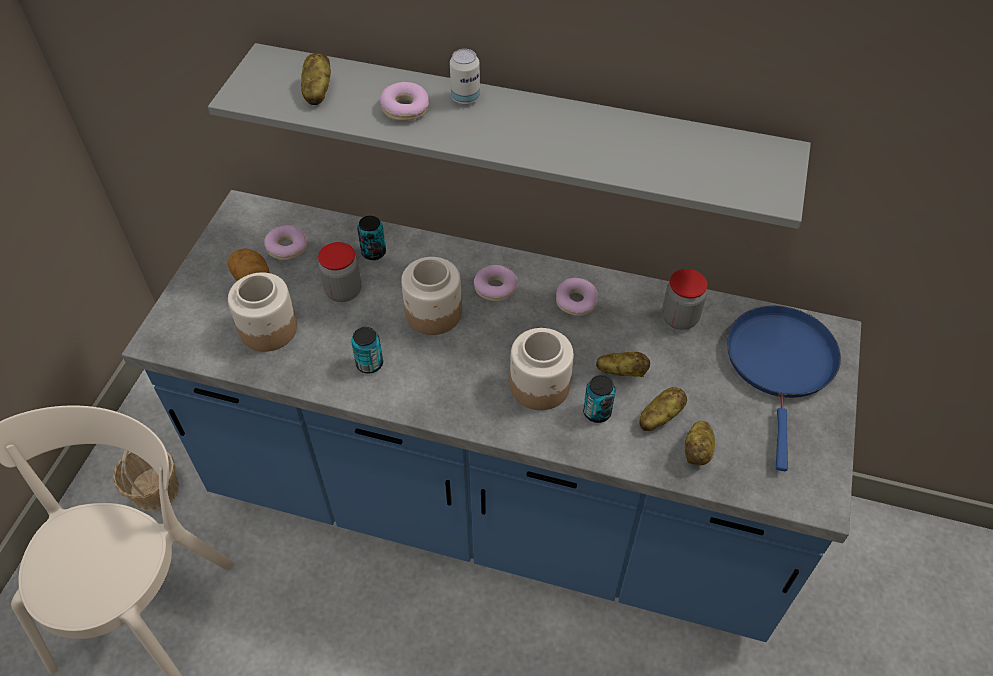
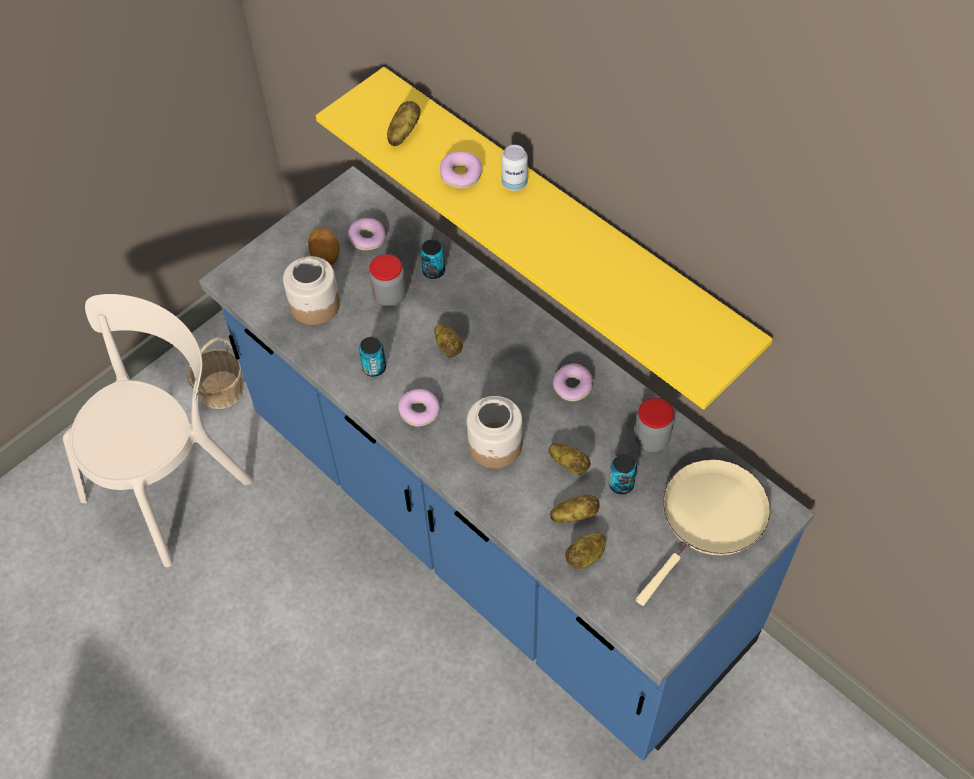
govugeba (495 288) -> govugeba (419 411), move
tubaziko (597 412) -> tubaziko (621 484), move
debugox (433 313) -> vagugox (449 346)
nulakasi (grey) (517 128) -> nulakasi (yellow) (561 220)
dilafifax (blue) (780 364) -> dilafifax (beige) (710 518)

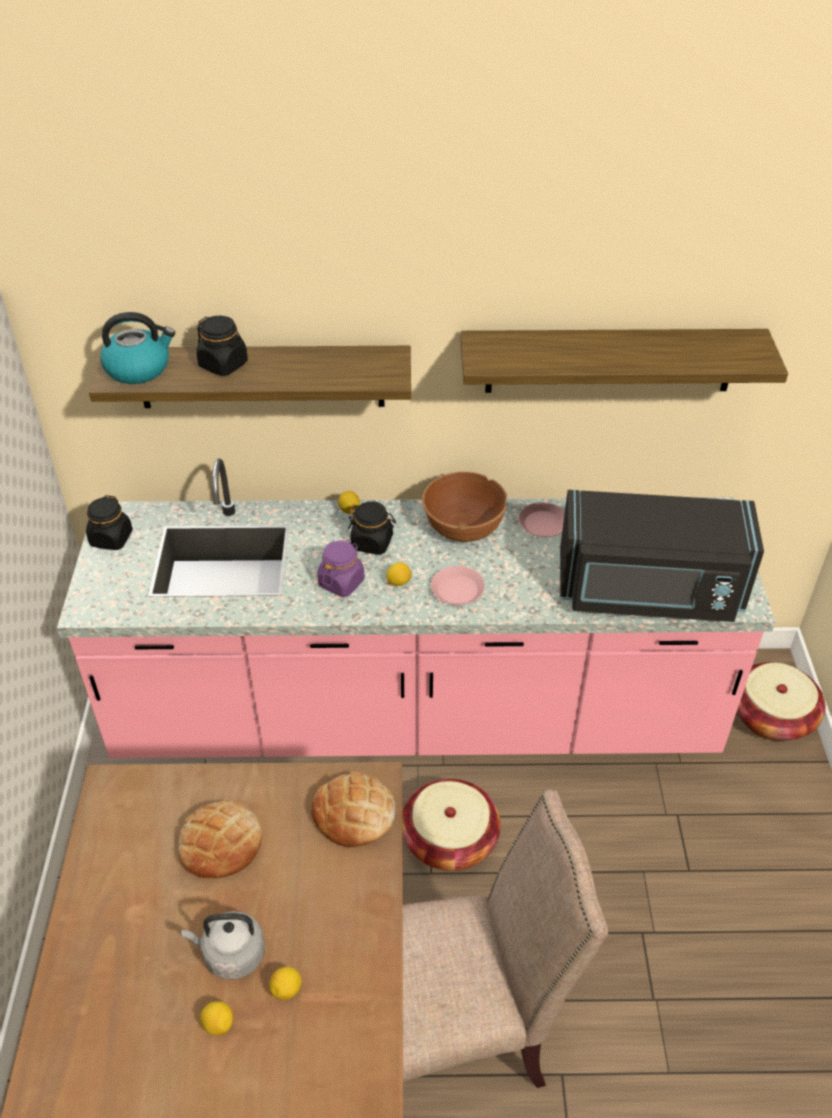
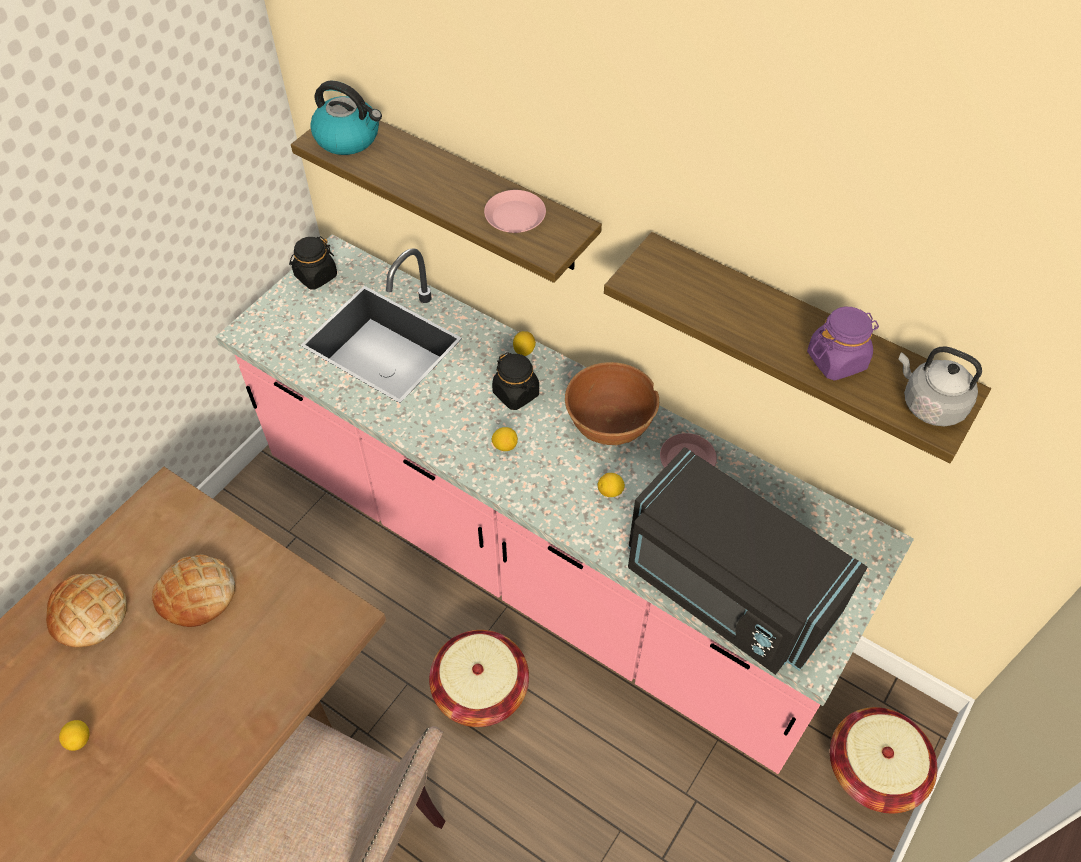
debugox (black) (223 365) -> none
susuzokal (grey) (231 954) -> susuzokal (grey) (929 404), move
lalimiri (286 989) -> lalimiri (610 492), move
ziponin (354 814) -> ziponin (88 613), move
debugox (purple) (341 582) -> debugox (purple) (836 360), move
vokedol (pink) (457 589) -> vokedol (pink) (515 216), move

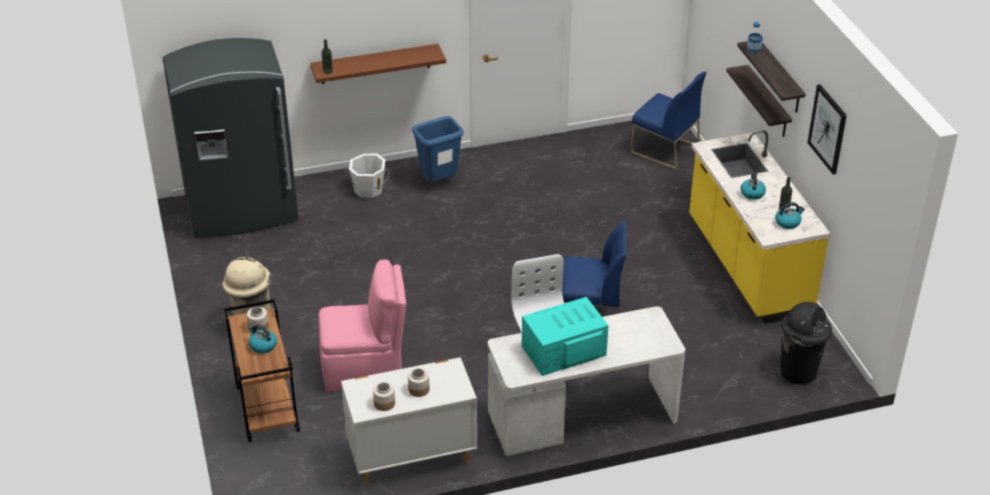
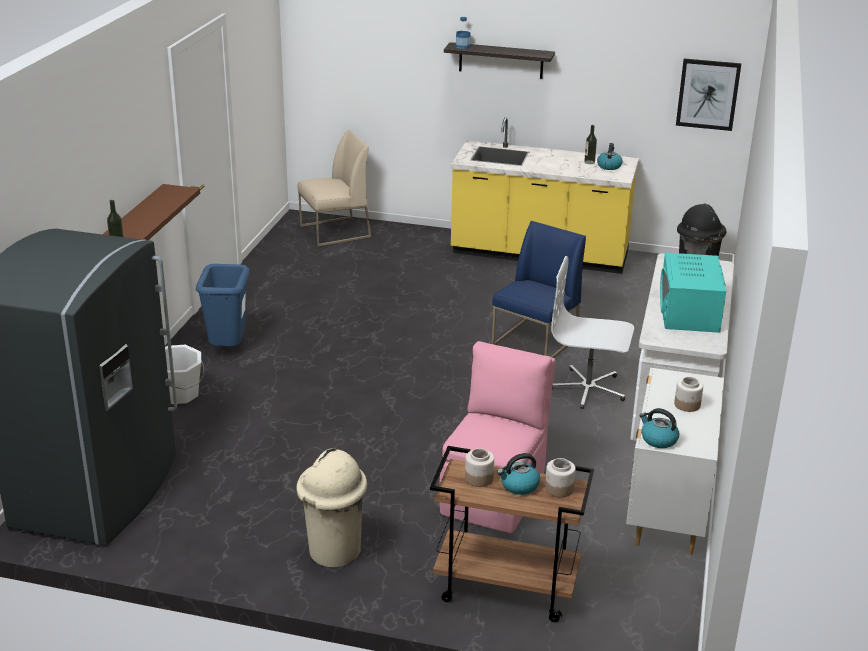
nulakasi (768 102) -> none
debugox (384 403) -> debugox (559 489), move
susuzokal (752 193) -> susuzokal (658 439), move
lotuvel (828 129) -> lotuvel (708 94), move
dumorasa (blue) (664 150) -> dumorasa (beige) (334 232)

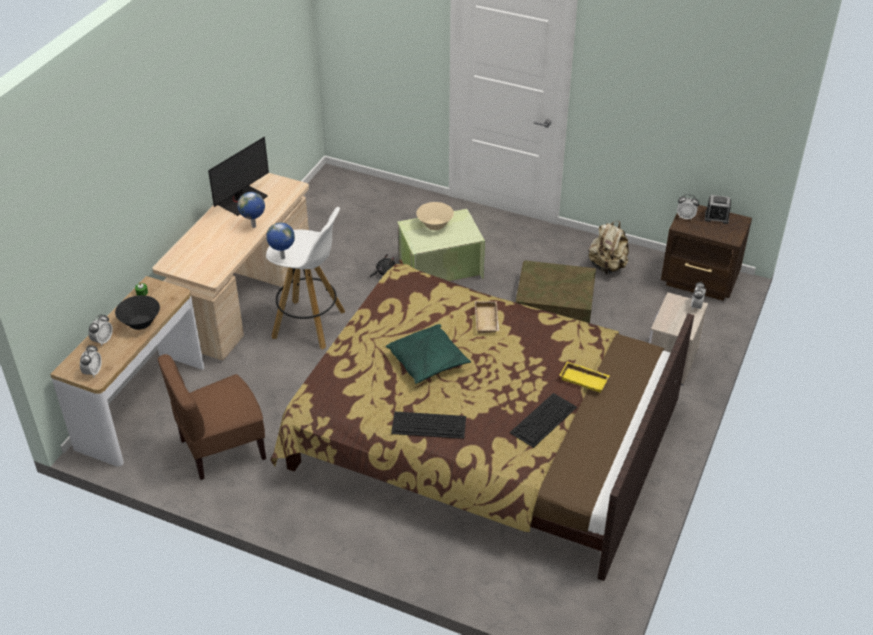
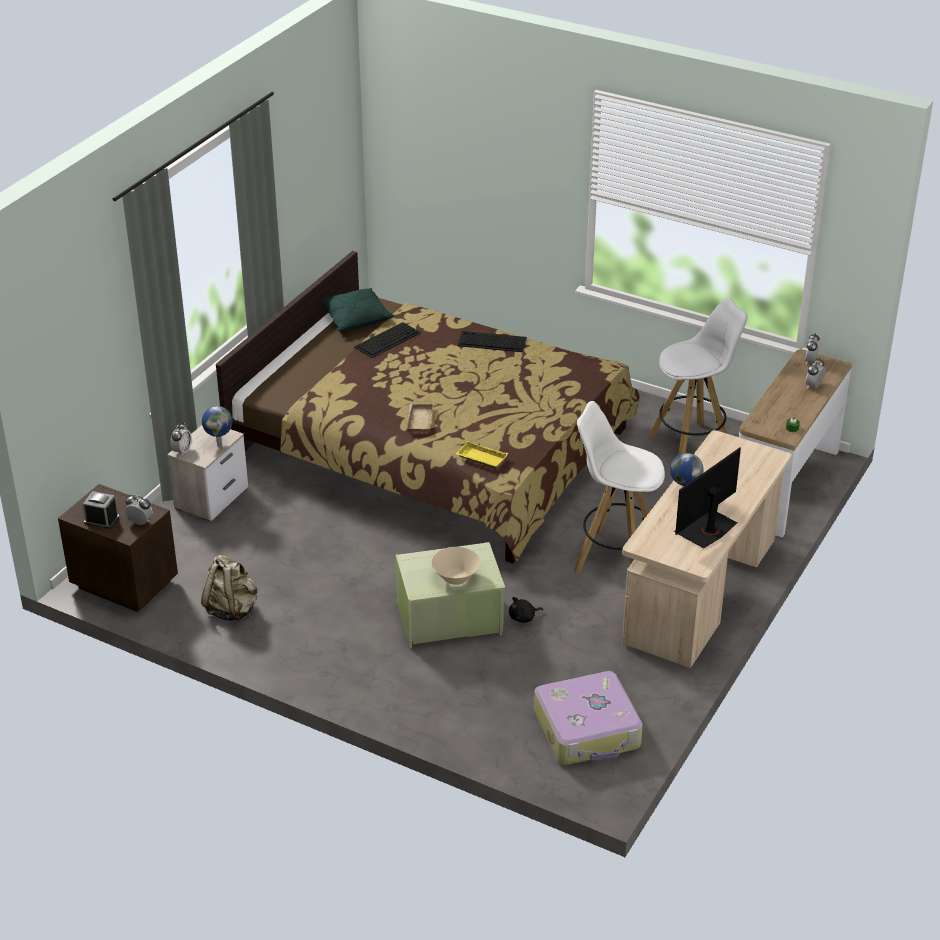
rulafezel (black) (140 323) -> none
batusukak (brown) (555 299) -> none
none -> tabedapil (588 730)
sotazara (282 258) -> sotazara (219 445), move
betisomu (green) (428 362) -> betisomu (green) (355 318), move
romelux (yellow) (585 379) -> romelux (yellow) (480 459), move
dumorasa (brown) (222 449) -> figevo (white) (691 446)

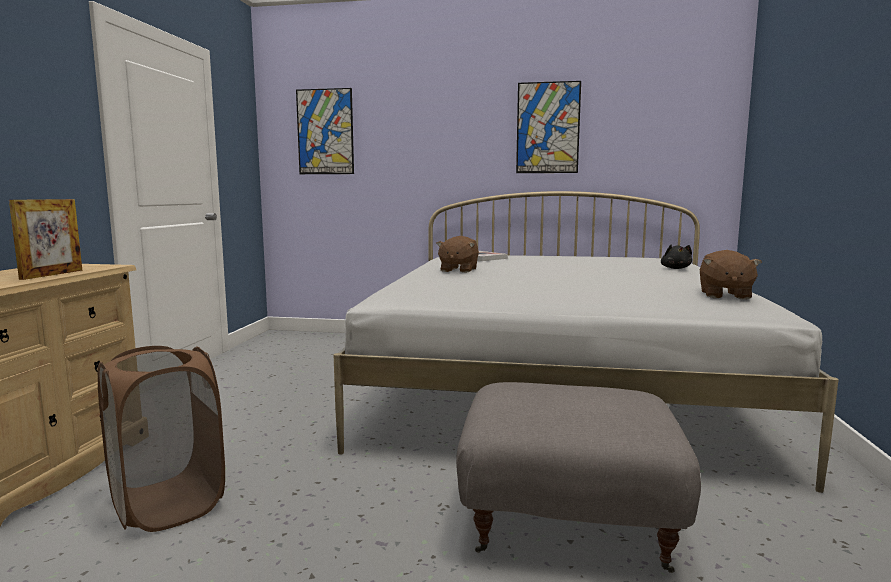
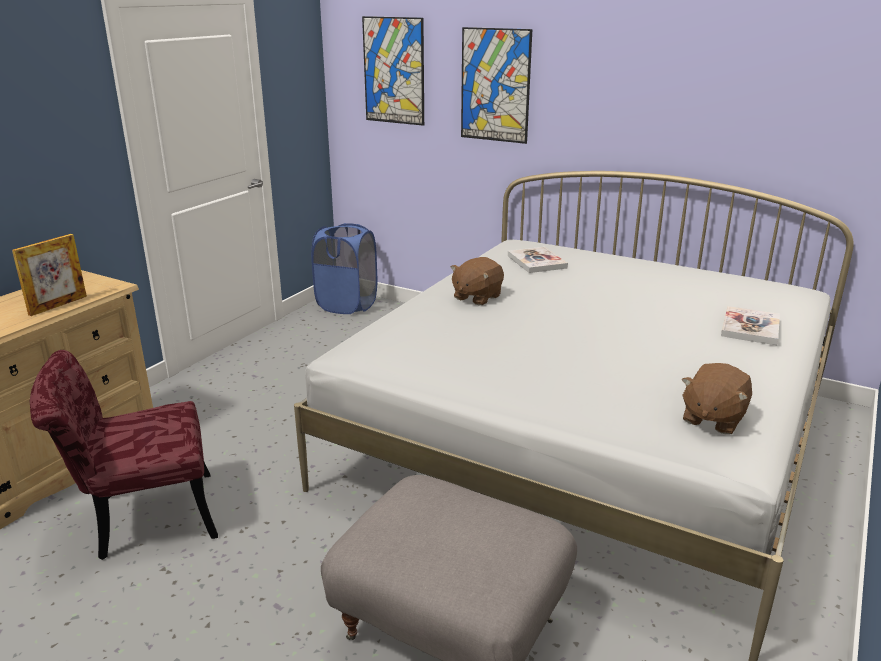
none -> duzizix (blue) (347 305)
lotuvel (548 128) -> lotuvel (495 85), move
duzizix (brown) (167 504) -> dumorasa (red) (142 519)
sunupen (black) (675 268) -> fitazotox (750 328)

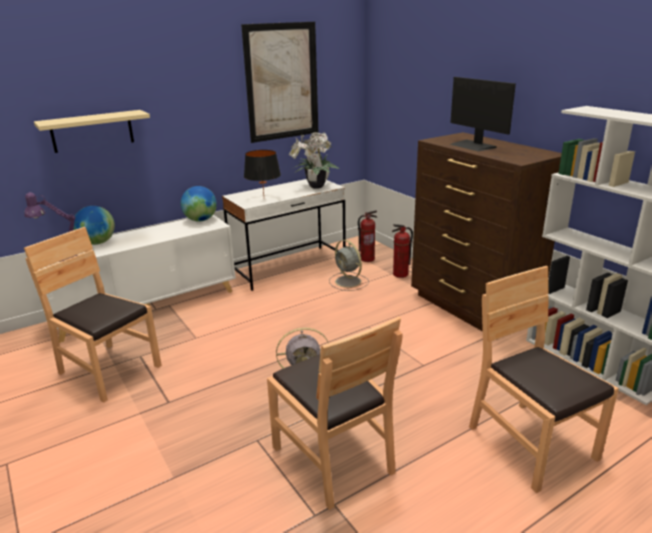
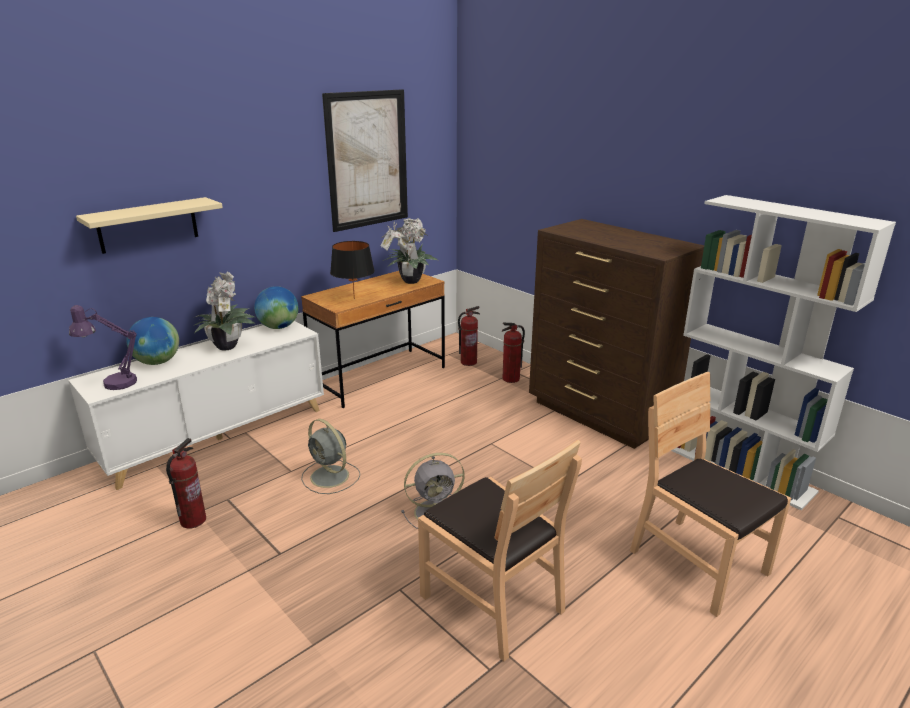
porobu (473 146) -> none
none -> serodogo (228 346)
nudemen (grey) (349 282) -> nudemen (grey) (331 477), move
dumorasa (brown) (109 370) -> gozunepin (193 520)
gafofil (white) (289 267) -> gafofil (brown) (379 377)

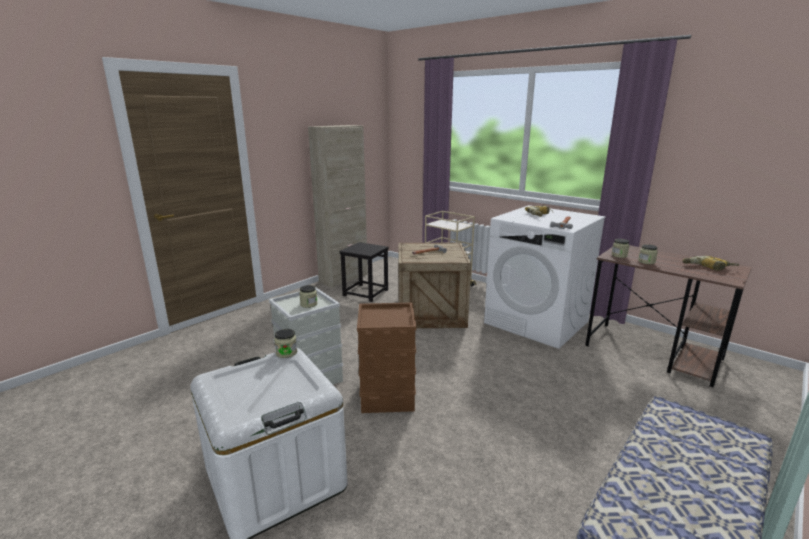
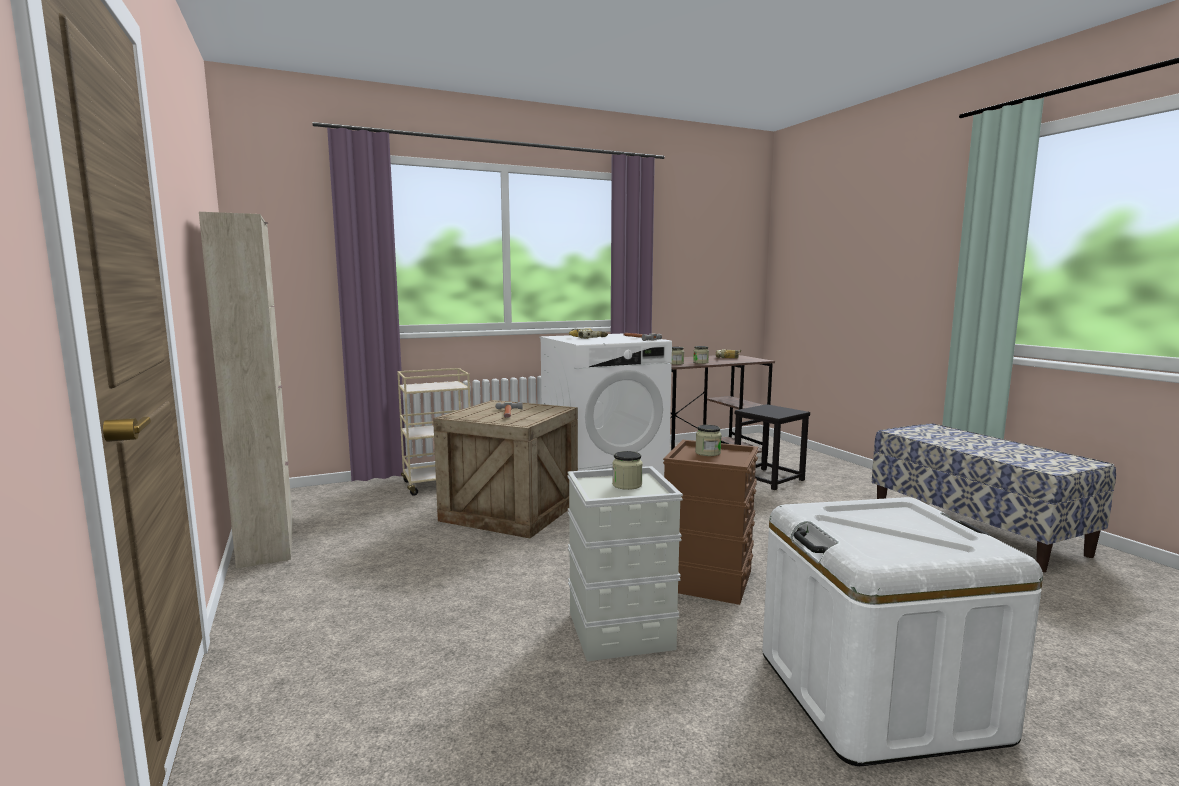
debugox (286 353) -> debugox (708 453), move
figevo (black) (365 293) -> figevo (black) (769 479), move

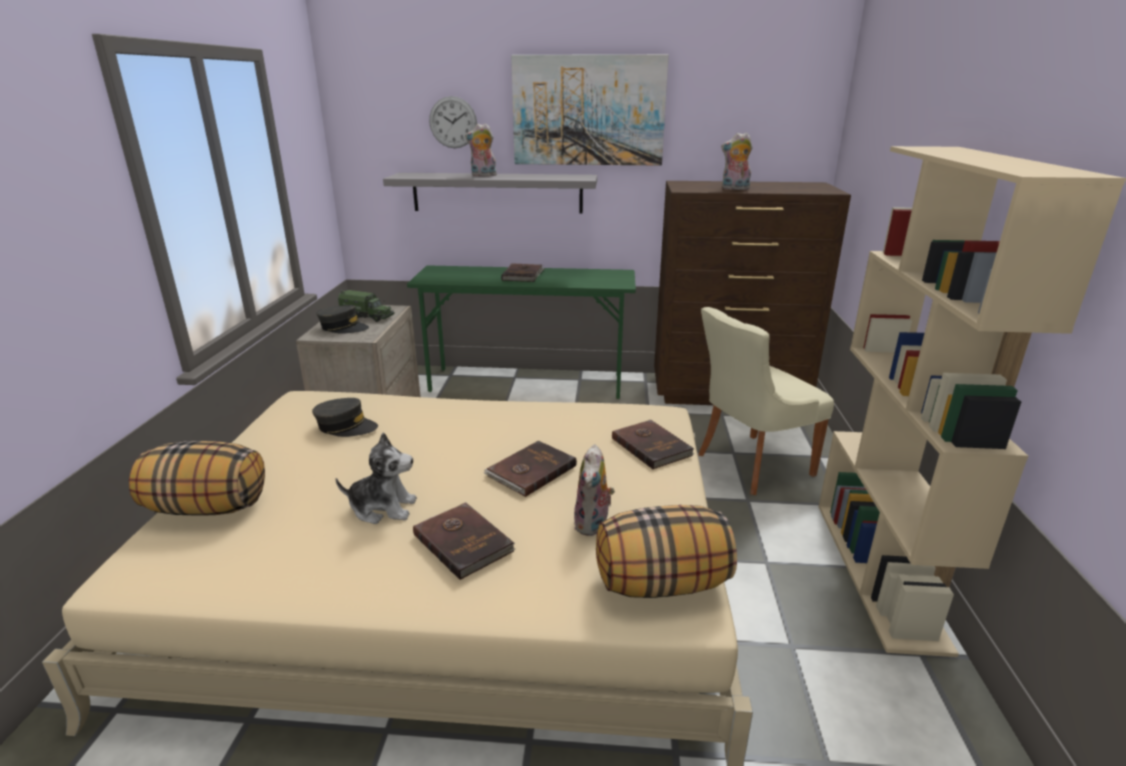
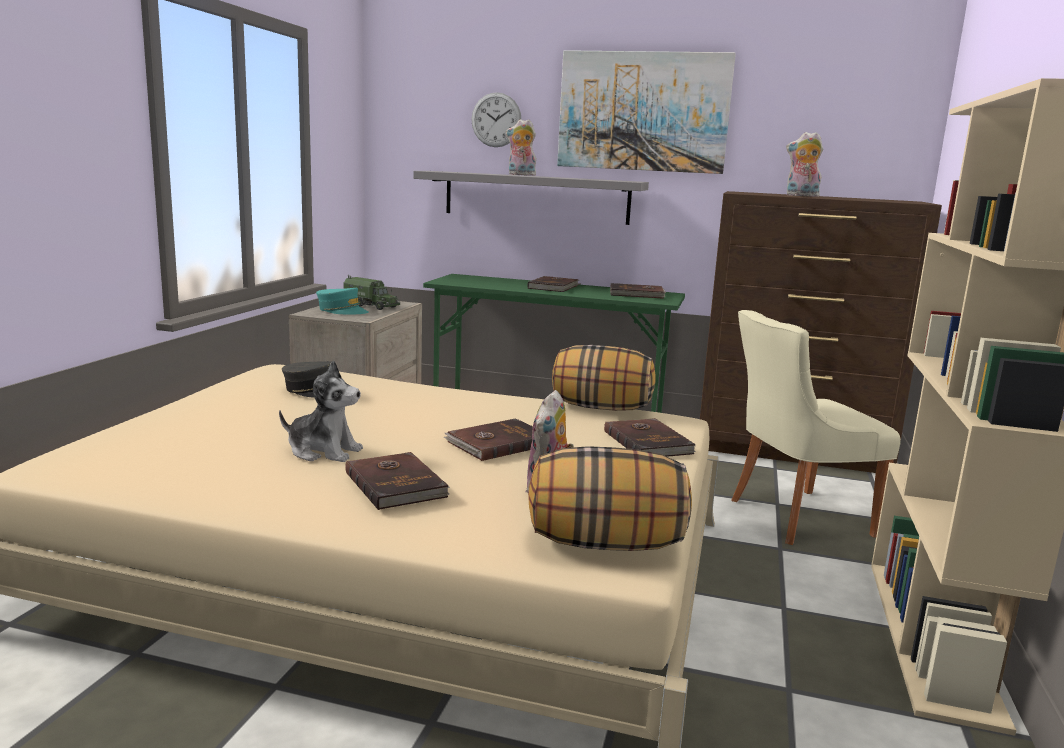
none -> fitazotox (brown) (637 294)
betisomu (207 508) -> betisomu (600 408), move
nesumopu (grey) (343 327) -> nesumopu (turquoise) (342 311)

